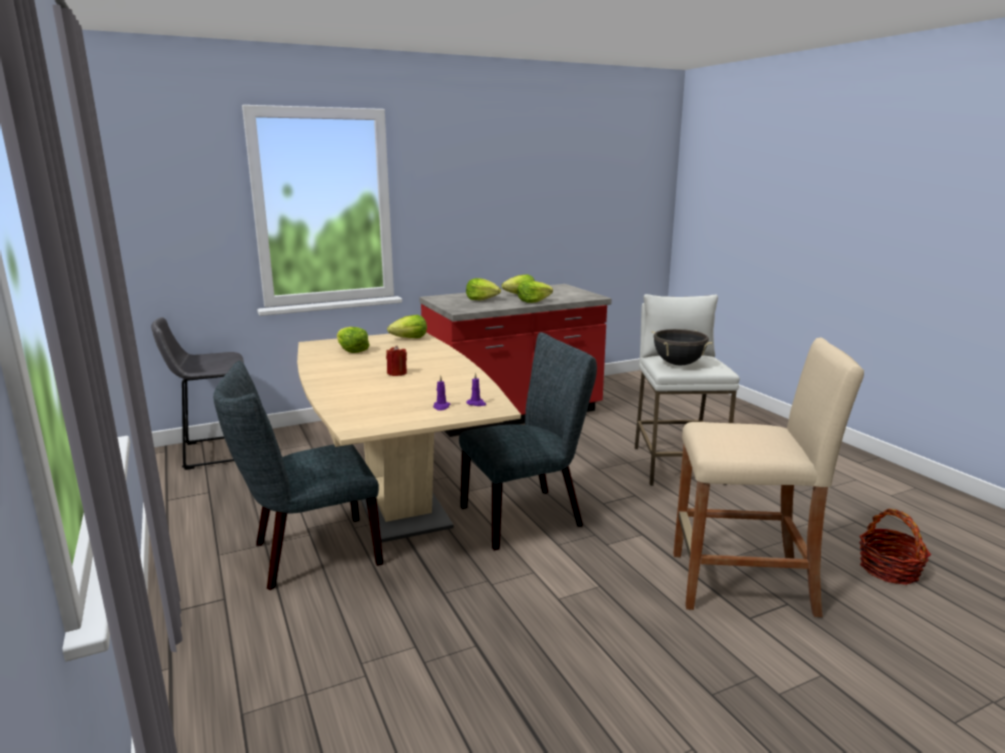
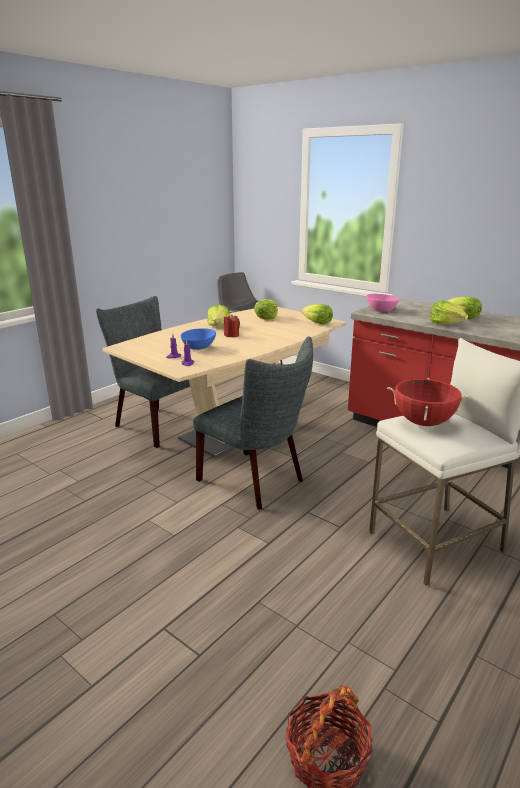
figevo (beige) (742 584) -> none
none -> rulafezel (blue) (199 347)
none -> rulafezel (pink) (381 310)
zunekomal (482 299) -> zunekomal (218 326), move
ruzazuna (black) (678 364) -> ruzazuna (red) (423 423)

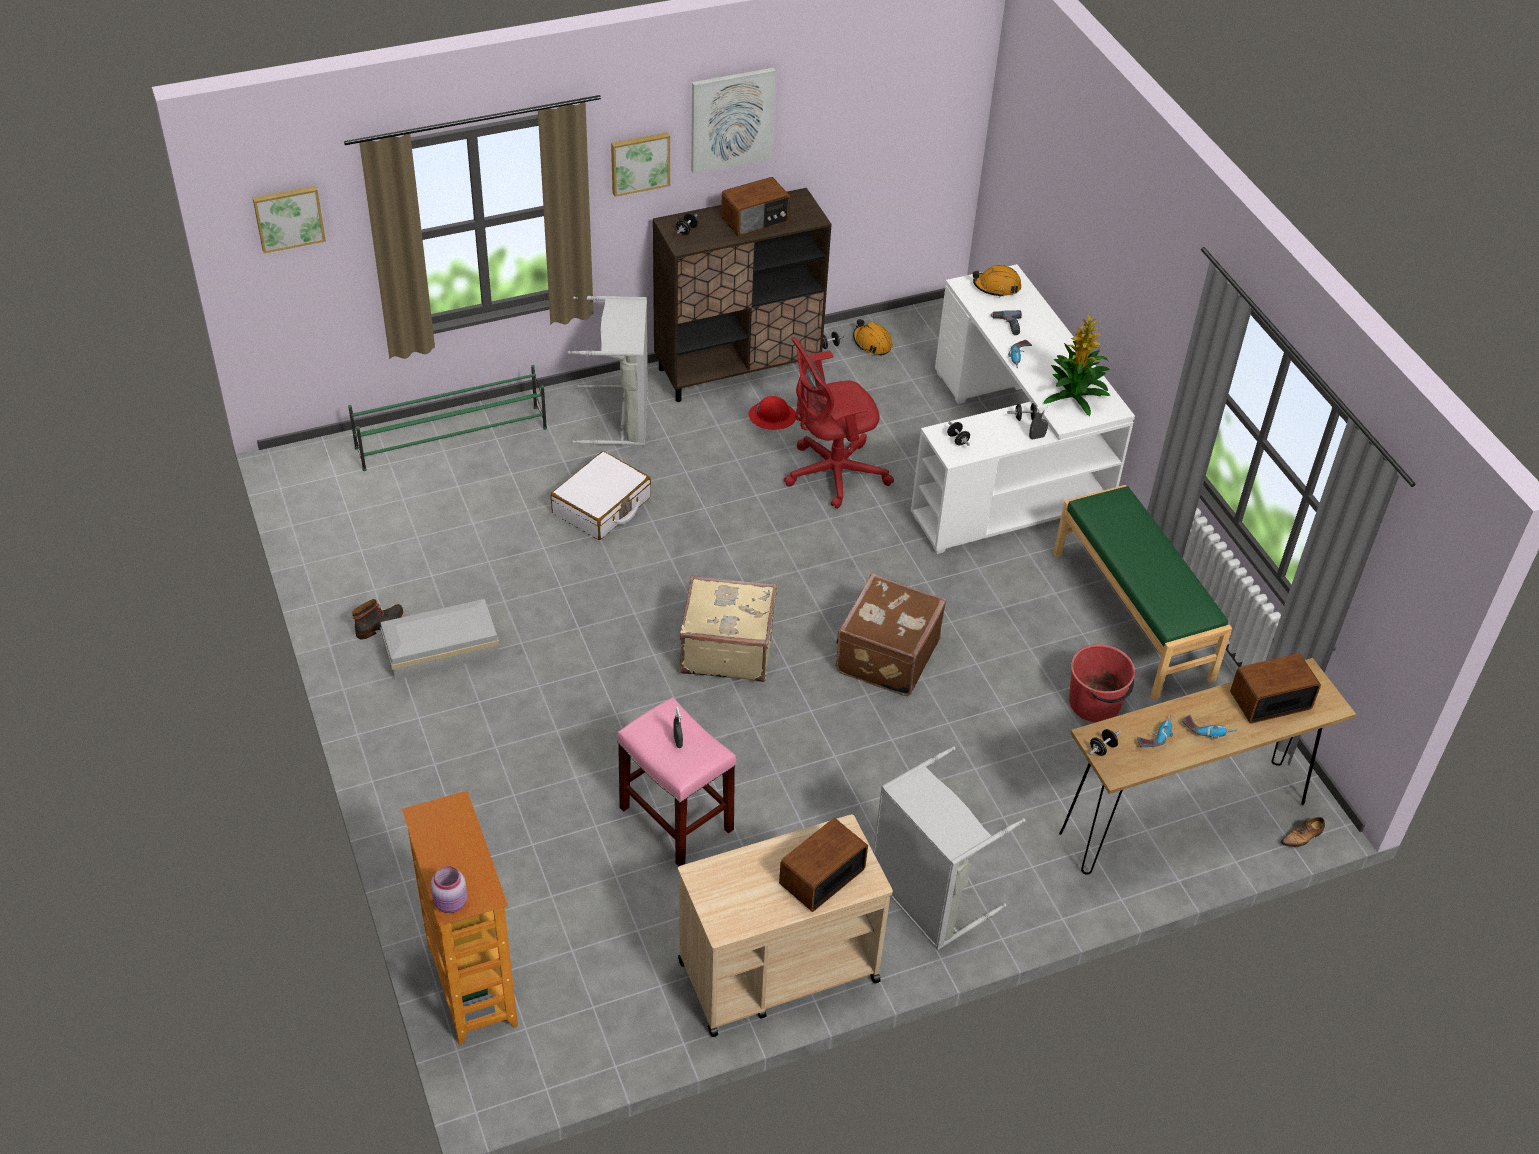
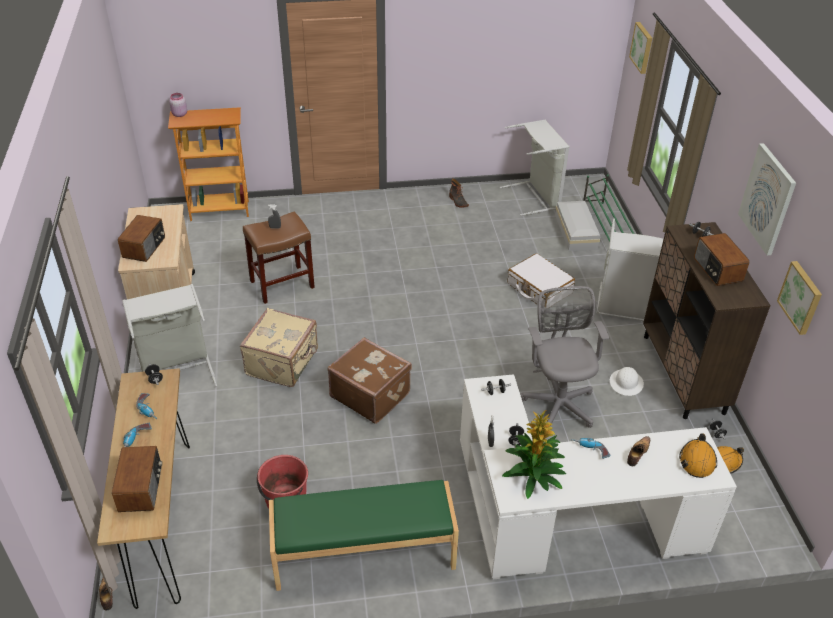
none -> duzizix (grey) (535 197)
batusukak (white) (439 648) -> batusukak (white) (576 231), move
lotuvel (639 162) -> lotuvel (801 297), move
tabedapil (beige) (726 648) -> tabedapil (beige) (283 362), move
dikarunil (1007 325) -> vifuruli (637 453)
figevo (pink) (677 819) -> figevo (brown) (281 284)
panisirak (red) (772 416) -> panisirak (white) (626 383)
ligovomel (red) (830 474) -> ligovomel (grey) (558 403)
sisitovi (820 876) -> sisitovi (145 247), 45 degrees clockwise

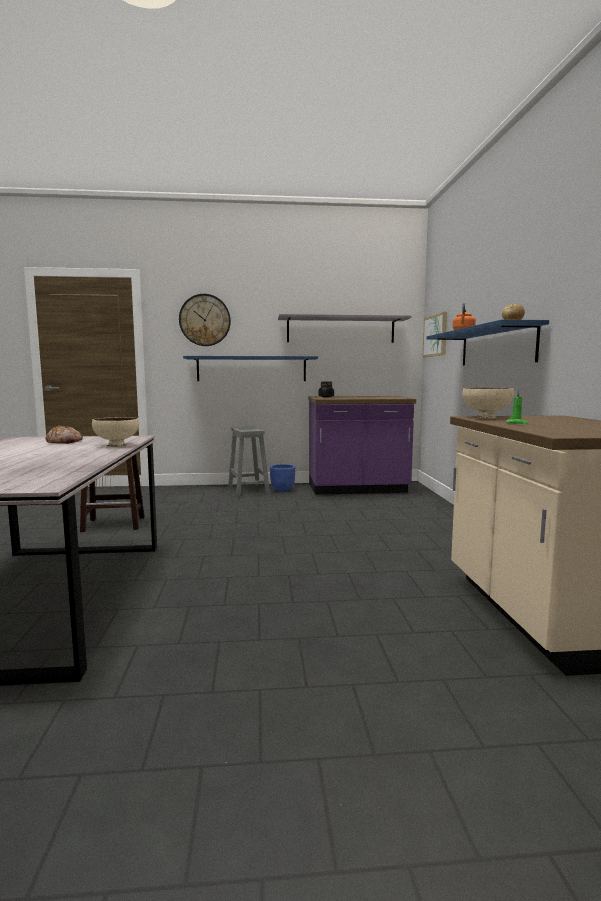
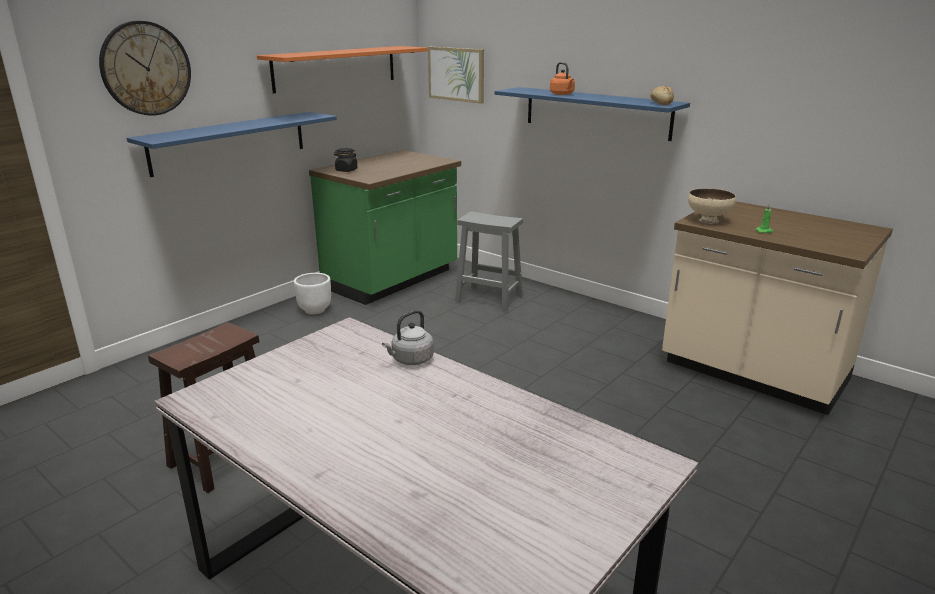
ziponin (65 442) -> none
figevo (grey) (248 490) -> figevo (grey) (490 298), move
rulafezel (beige) (116 445) -> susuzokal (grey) (410 360)
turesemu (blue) (282 490) -> turesemu (white) (314 310)
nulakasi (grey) (340 330) -> nulakasi (orange) (336 68)
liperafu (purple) (357 489) -> liperafu (green) (392 280)

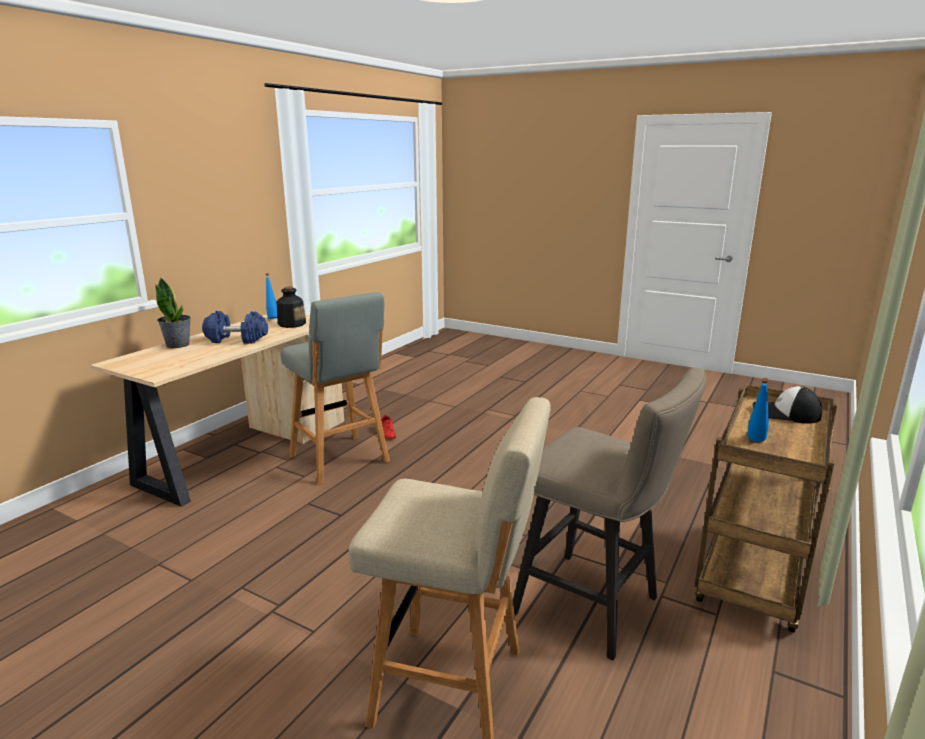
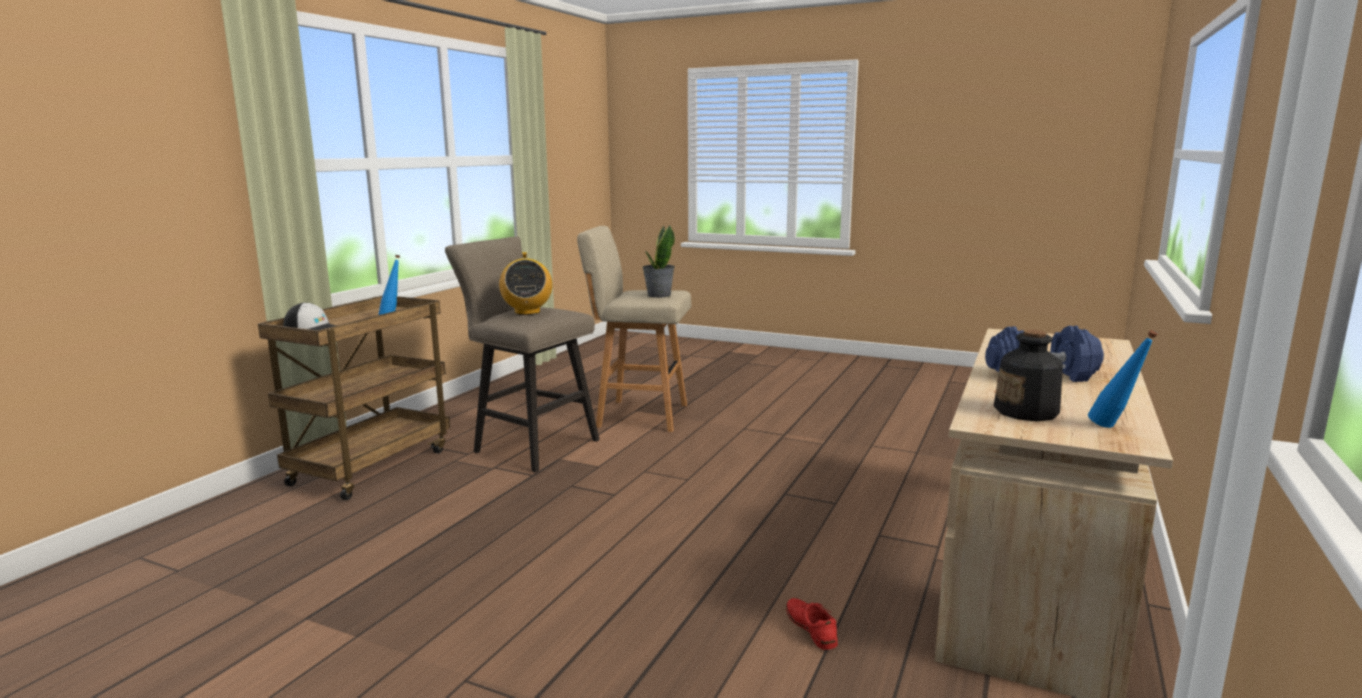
figevo (grey) (340 460) -> none
none -> sisitovi (527 312)
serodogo (178 345) -> serodogo (658 295), move

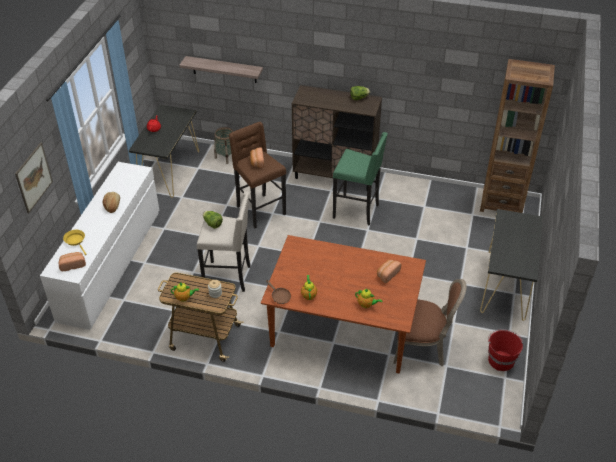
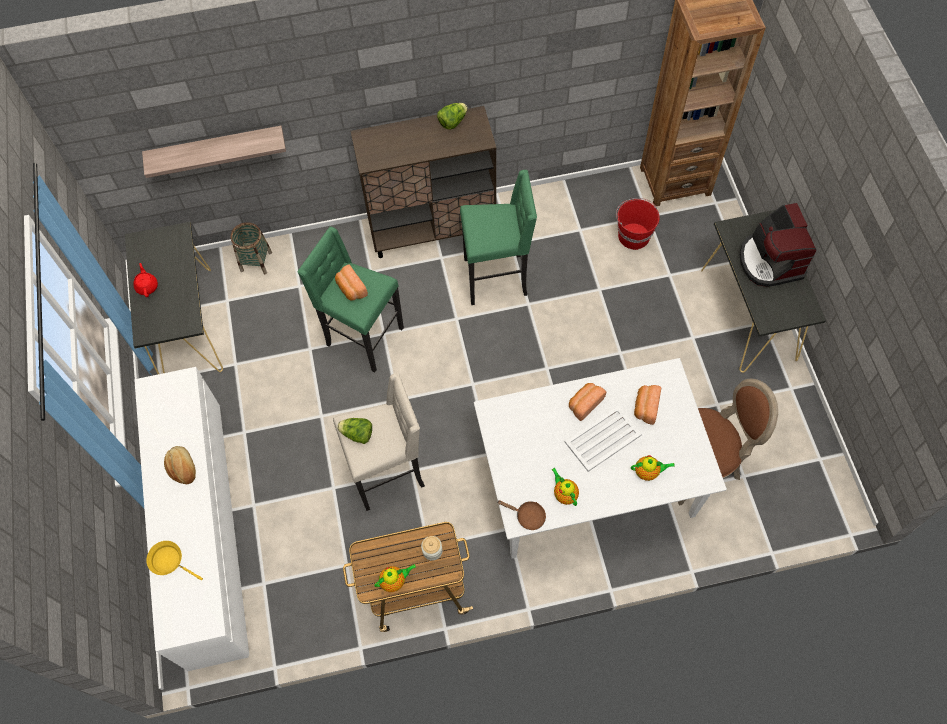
lotuvel (34 177) -> none
none -> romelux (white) (602 439)
none -> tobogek (770 261)
ziponin (72 265) -> ziponin (584 403), move
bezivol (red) (501 360) -> bezivol (red) (633 235), move
figevo (brown) (259 210) -> figevo (green) (363 337)
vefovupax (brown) (342 329) -> vefovupax (white) (587 483)

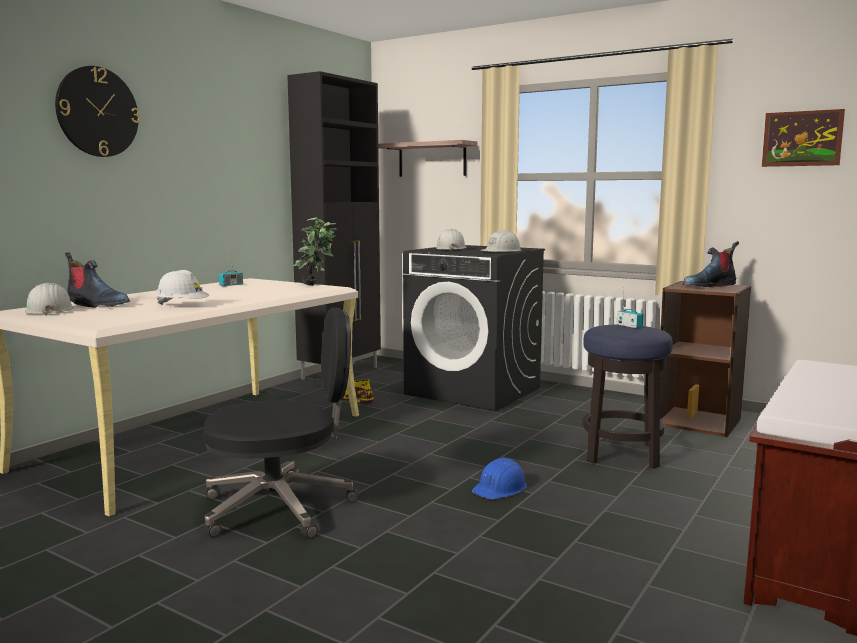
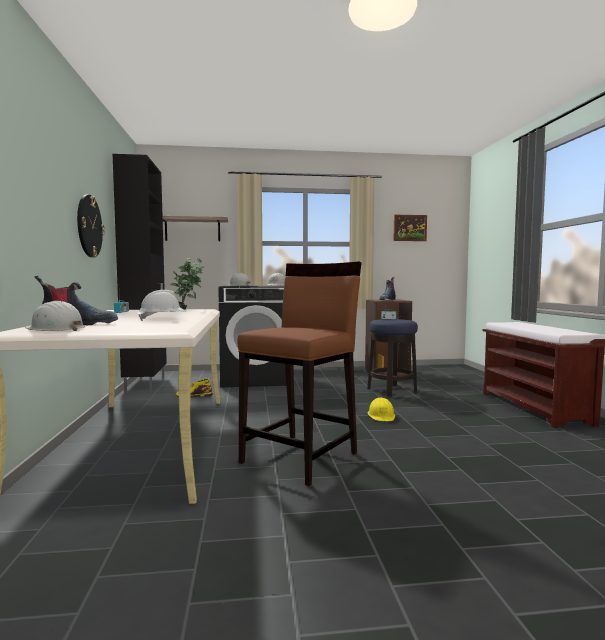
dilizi (97 112) -> dilizi (89 226), move
ligovomel (black) (281 507) -> figevo (brown) (301 457)
panisirak (blue) (500 488) -> panisirak (yellow) (381 416)

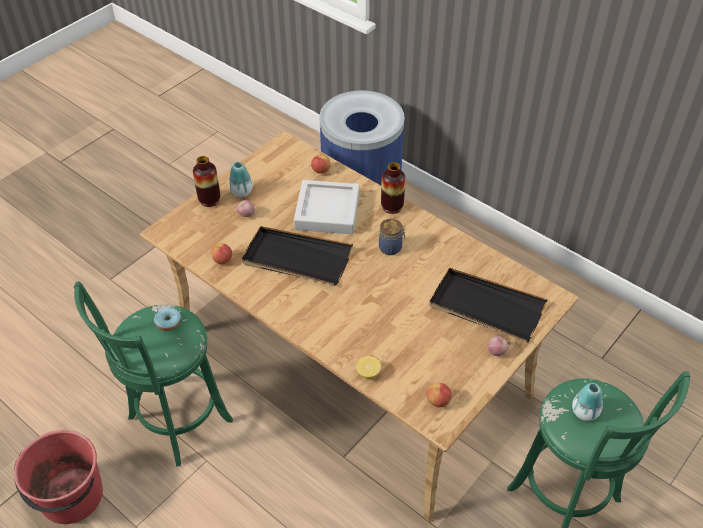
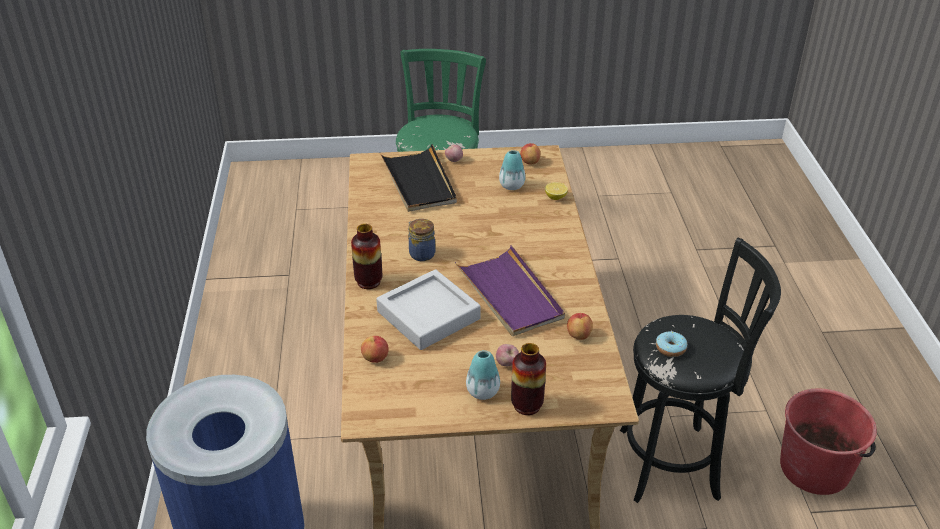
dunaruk (584 412) -> dunaruk (511 186), move
figevo (green) (175 423) -> figevo (black) (675 463)
romelux (black) (297 258) -> romelux (purple) (510 294)

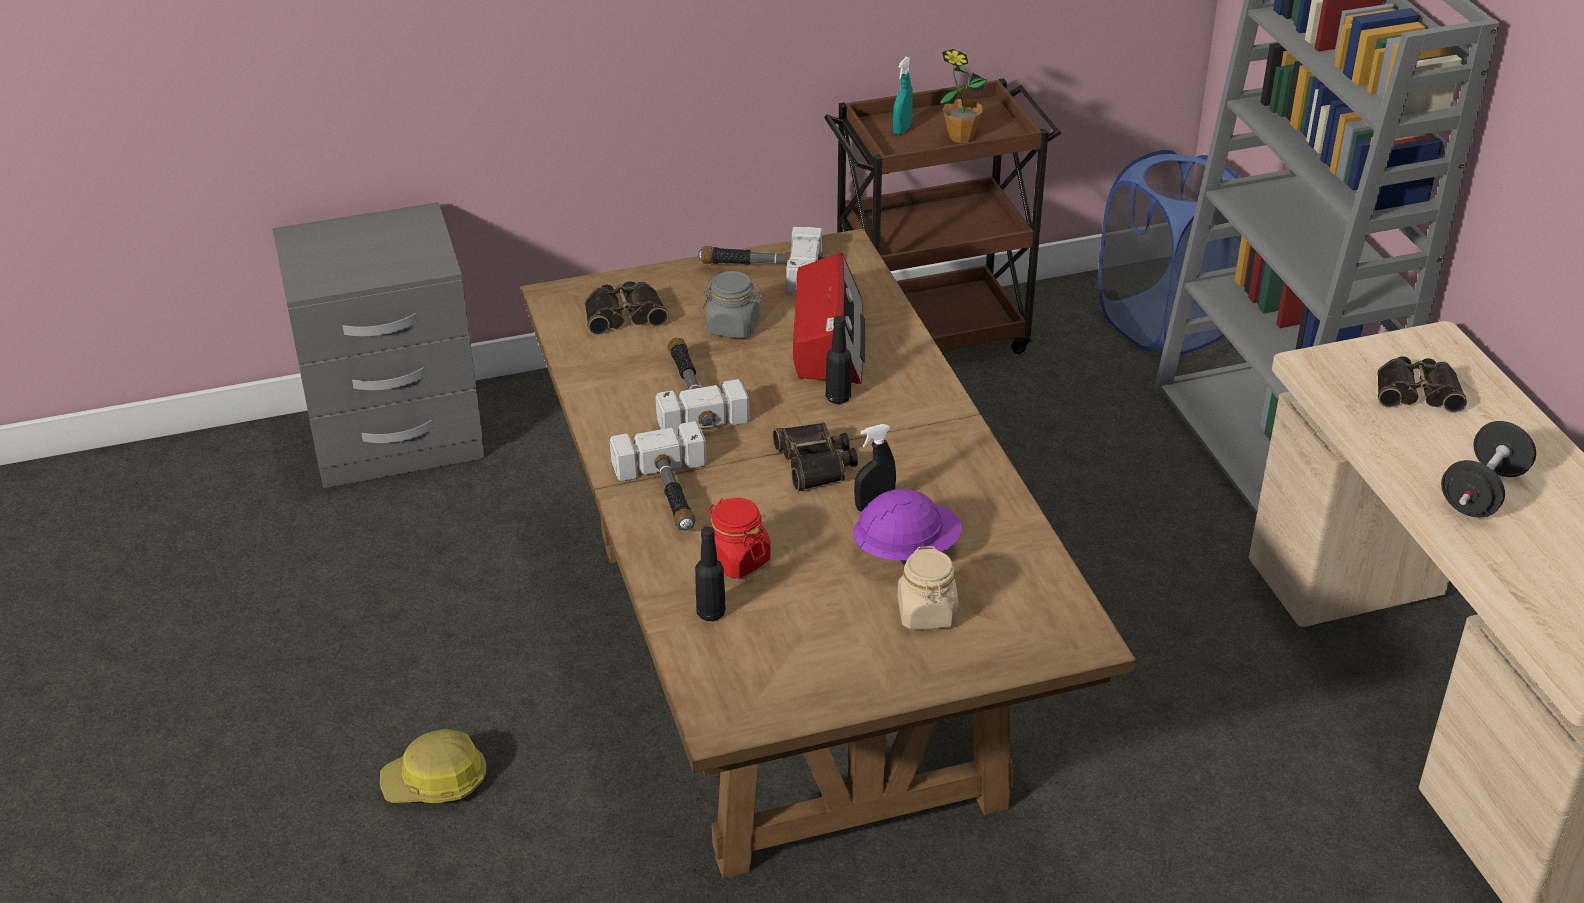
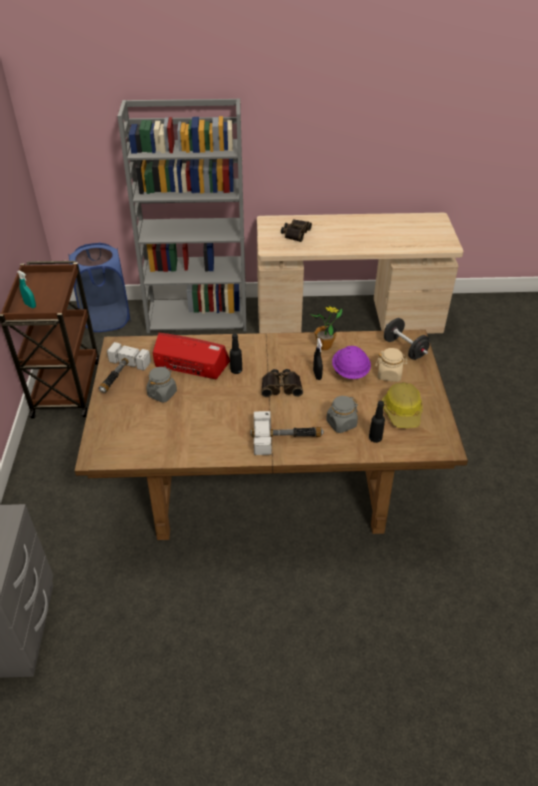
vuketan (624 314) -> none
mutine (691 393) -> none
panisirak (436 782) -> panisirak (402 412), move
serodogo (961 137) -> serodogo (324 346), move
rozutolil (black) (1482 492) -> rozutolil (black) (404 348), move
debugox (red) (736 560) -> debugox (grey) (341 424)

